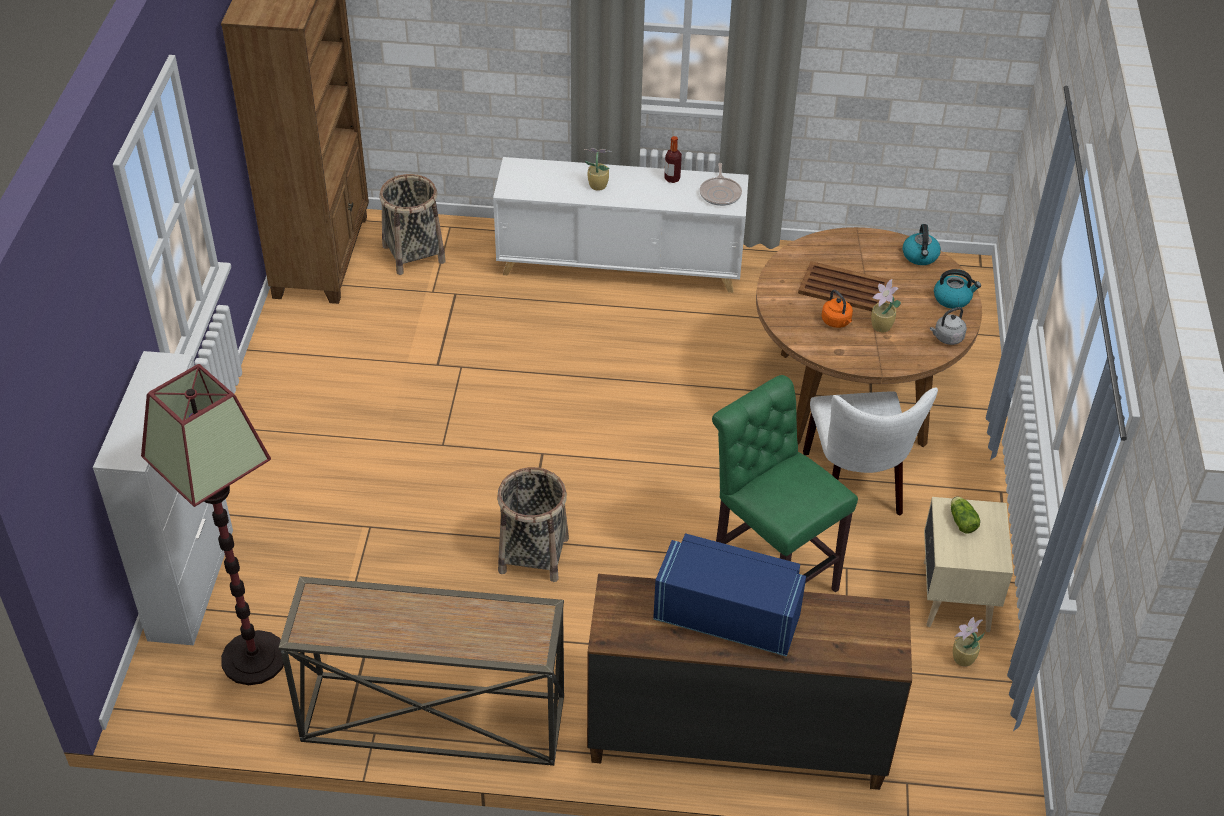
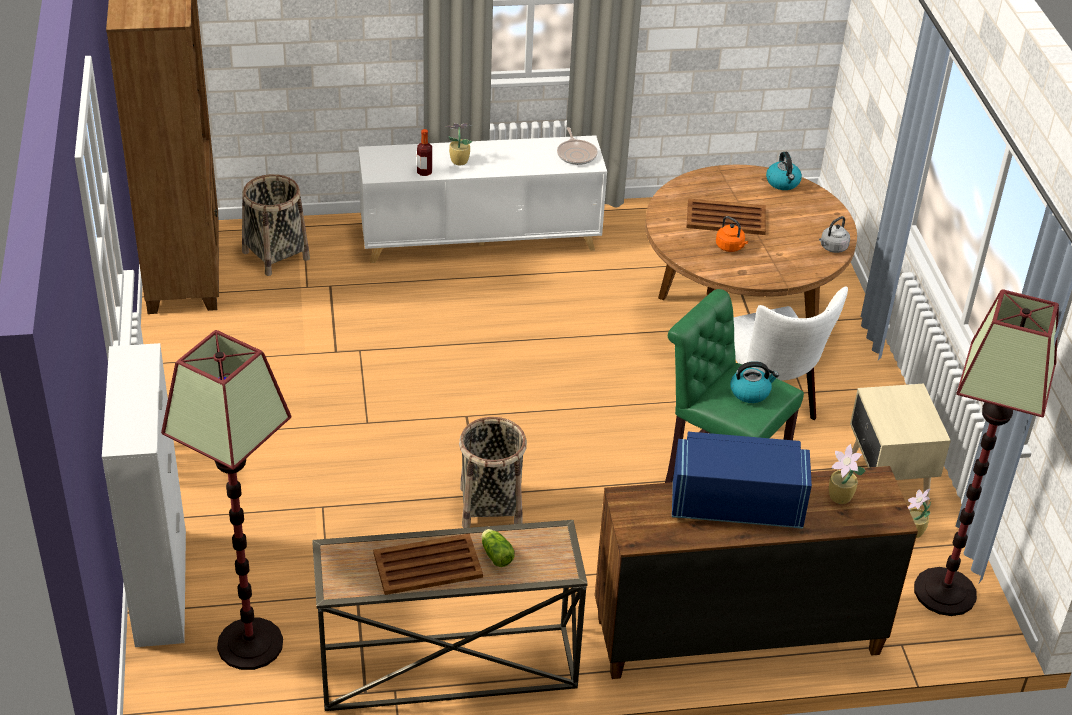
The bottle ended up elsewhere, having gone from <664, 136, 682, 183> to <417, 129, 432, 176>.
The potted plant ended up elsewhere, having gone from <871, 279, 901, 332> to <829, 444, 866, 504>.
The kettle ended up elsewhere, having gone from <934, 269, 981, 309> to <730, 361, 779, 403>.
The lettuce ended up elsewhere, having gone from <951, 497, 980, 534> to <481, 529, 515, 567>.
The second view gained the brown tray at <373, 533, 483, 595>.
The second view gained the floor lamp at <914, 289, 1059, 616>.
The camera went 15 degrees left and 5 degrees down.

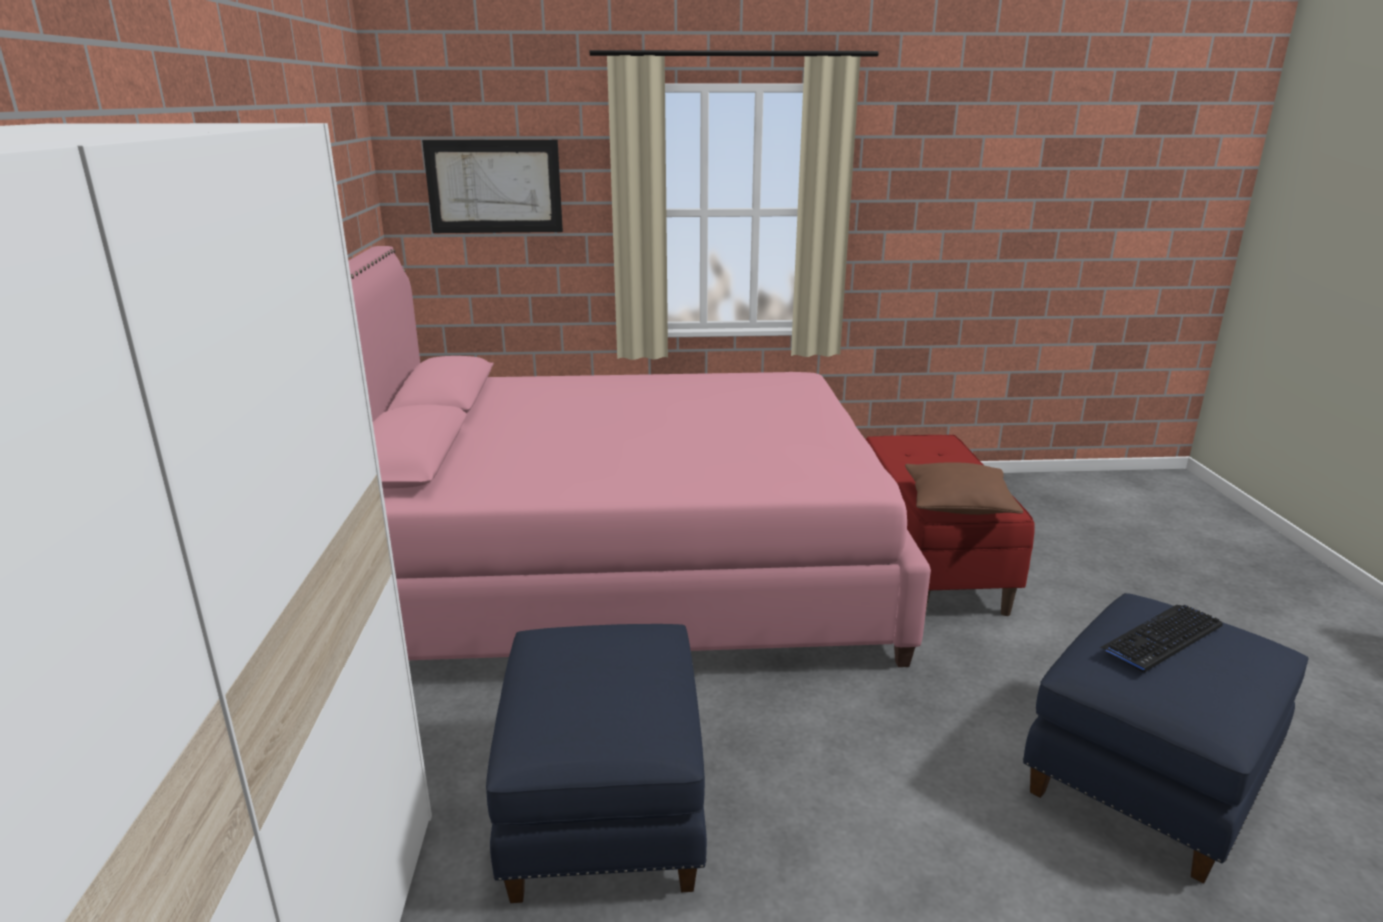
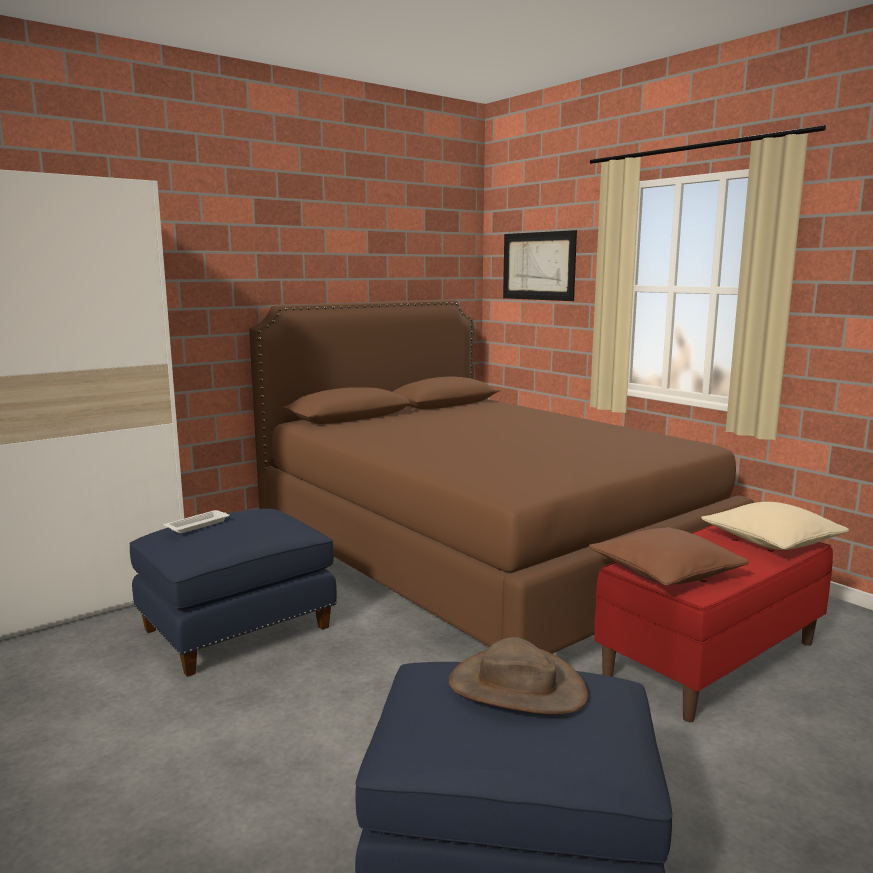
What was the pink bed at <348, 246, 931, 667> turned into the brown bed at <249, 300, 754, 654>.
Where the keyboard stood at <1100, 605, 1223, 673>, the brown hat came to stand at <449, 637, 588, 715>.
The second view gained the white tray at <164, 510, 229, 533>.
The second view gained the beige pillow at <701, 502, 849, 550>.
The camera went 55 degrees right and 10 degrees down.

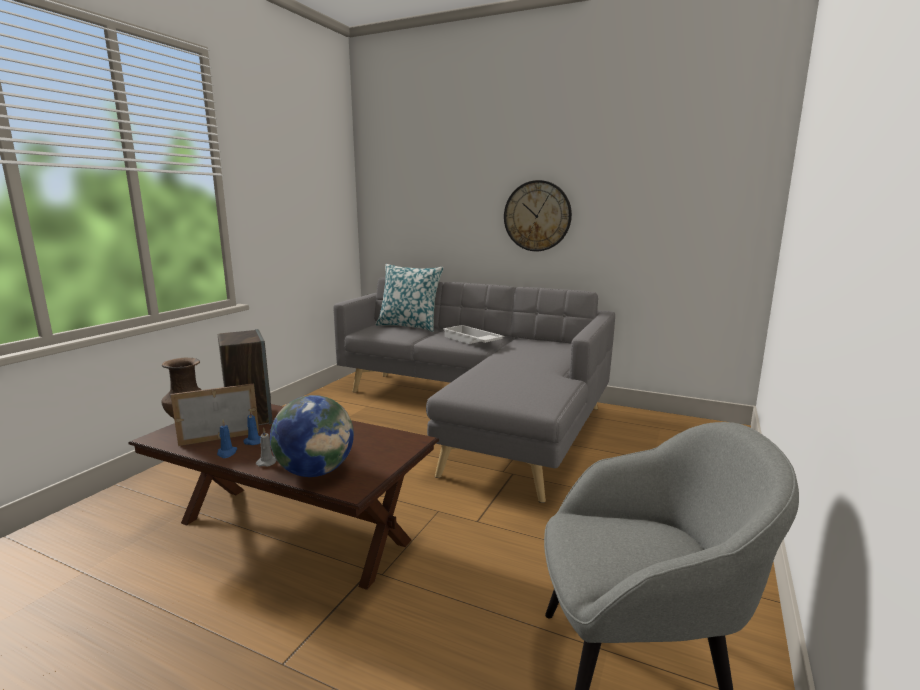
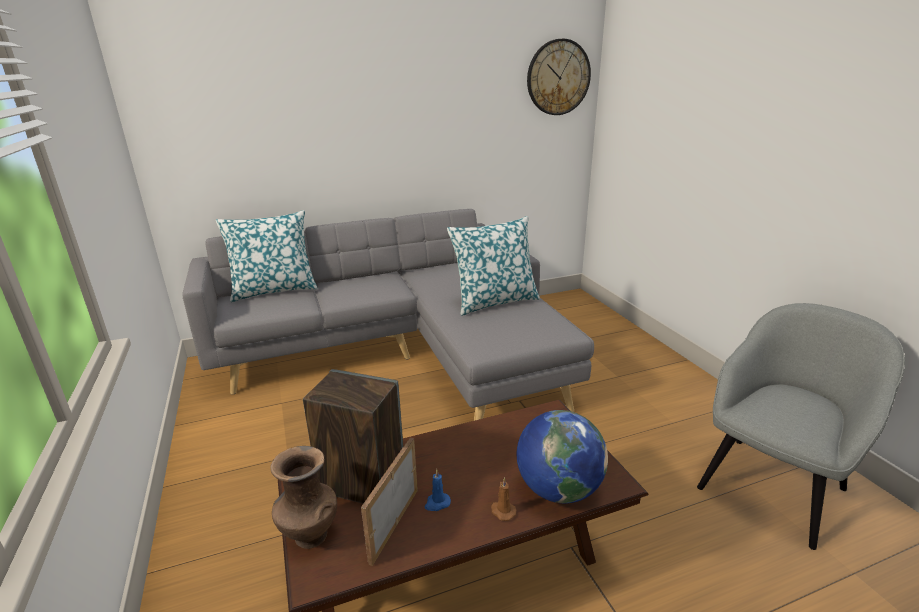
The second view lost the blue candle at <217, 420, 237, 458>.
What was the grey candle at <256, 428, 277, 467> turned into the brown candle at <491, 477, 516, 521>.
The second view lost the white tray at <443, 325, 505, 344>.
The wall clock ended up elsewhere, having gone from <504, 180, 572, 251> to <527, 39, 591, 115>.
The second view gained the pillow at <447, 216, 540, 316>.
The camera went 45 degrees left and 10 degrees up.

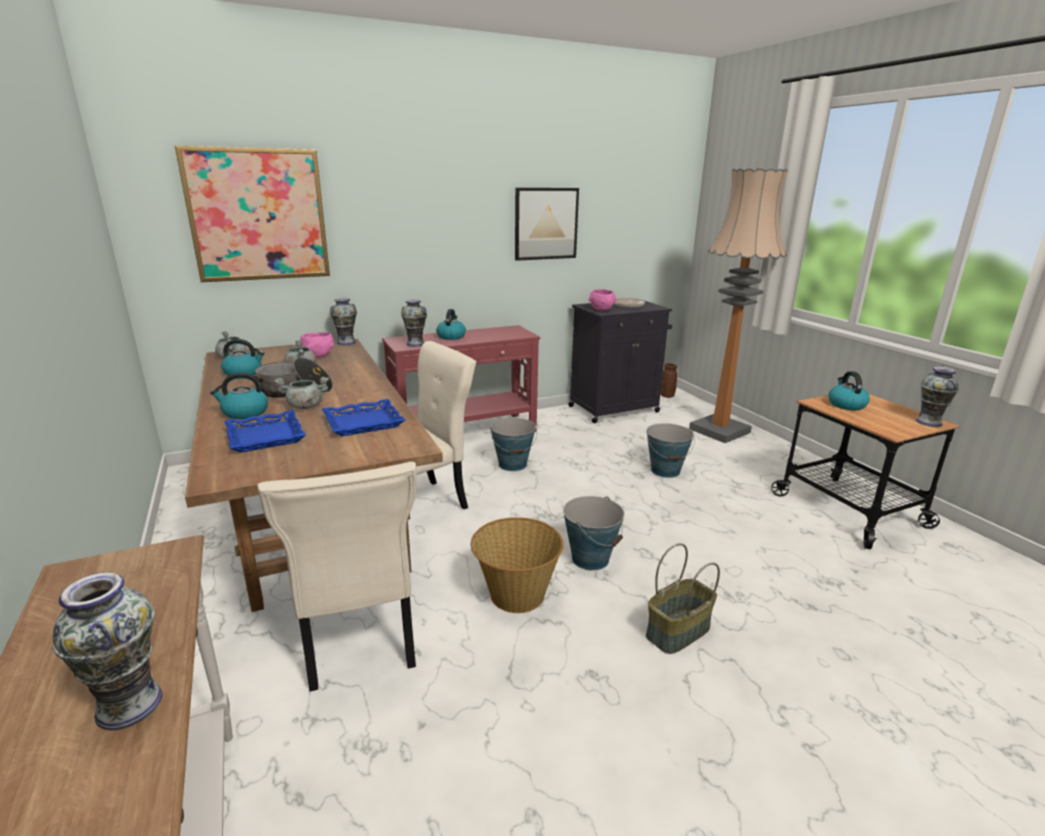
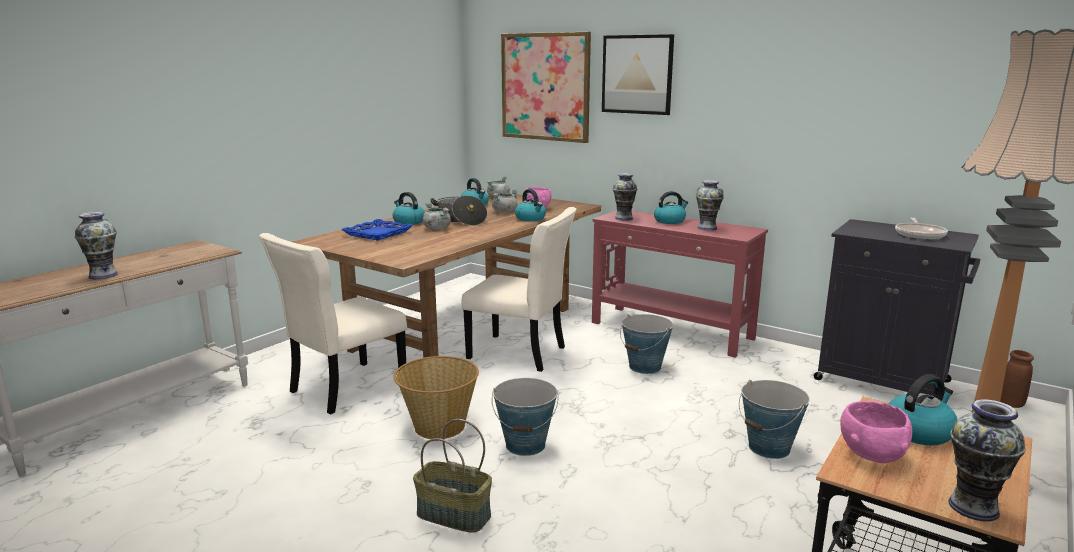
The second view lost the blue tray at <322, 399, 405, 436>.
The vase ended up elsewhere, having gone from <330, 298, 357, 345> to <696, 180, 724, 230>.
The picture ended up elsewhere, having gone from <515, 188, 579, 261> to <602, 34, 674, 115>.
The pink bowl ended up elsewhere, having gone from <589, 289, 617, 311> to <840, 401, 912, 463>.
The second view gained the kettle at <515, 189, 546, 221>.
The camera went 60 degrees right and 5 degrees down.

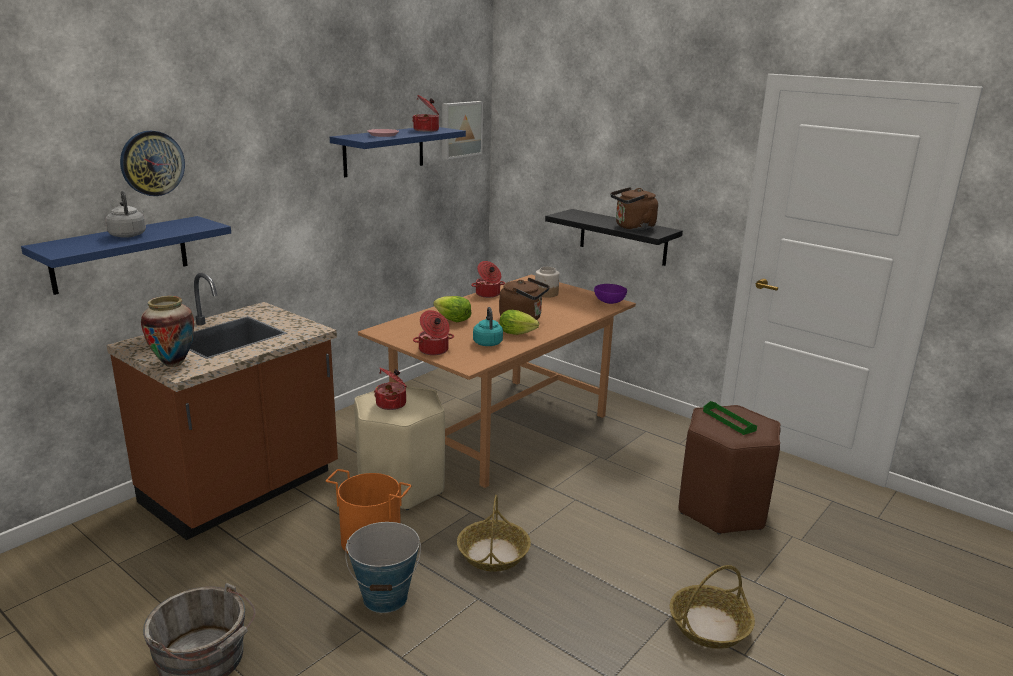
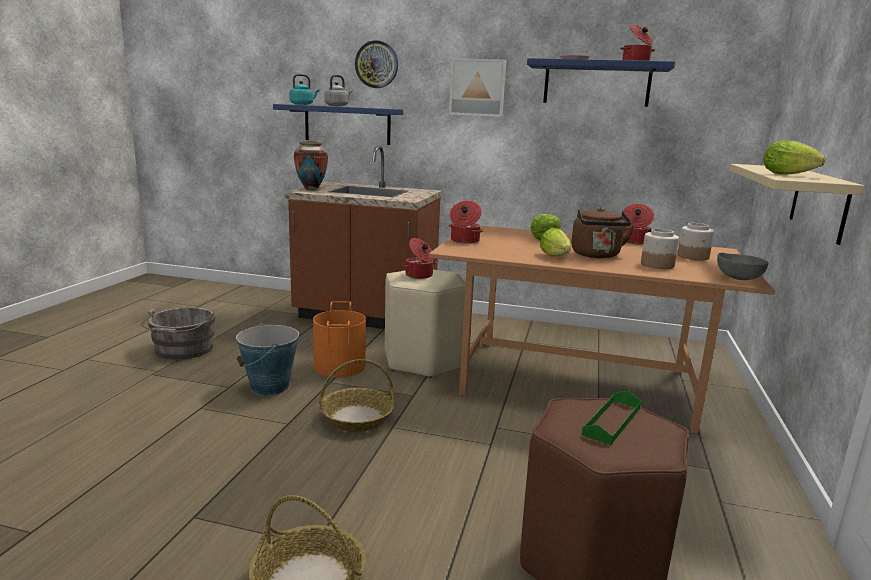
The picture ended up elsewhere, having gone from <442, 101, 483, 159> to <449, 58, 506, 117>.
The turquoise kettle ended up elsewhere, having gone from <473, 307, 503, 346> to <289, 74, 320, 105>.
What was the black shelf at <545, 209, 683, 266> turned into the beige shelf at <730, 164, 864, 245>.
What was the purple bowl at <594, 284, 627, 304> turned into the grey bowl at <717, 253, 768, 280>.
Where the brown kettle stood at <610, 187, 658, 231>, the lettuce came to stand at <763, 140, 826, 174>.
The second view gained the jar at <641, 229, 679, 269>.
The camera went 65 degrees right and 5 degrees down.

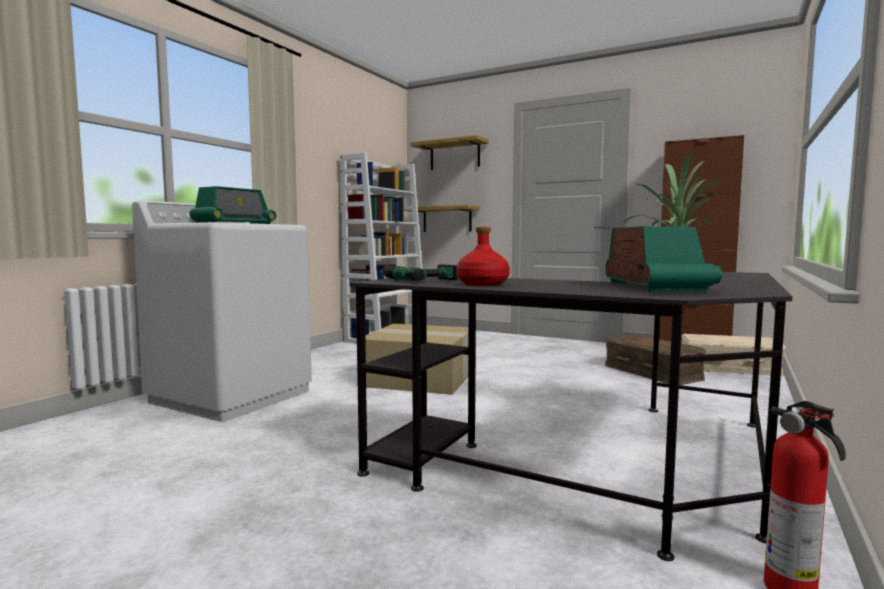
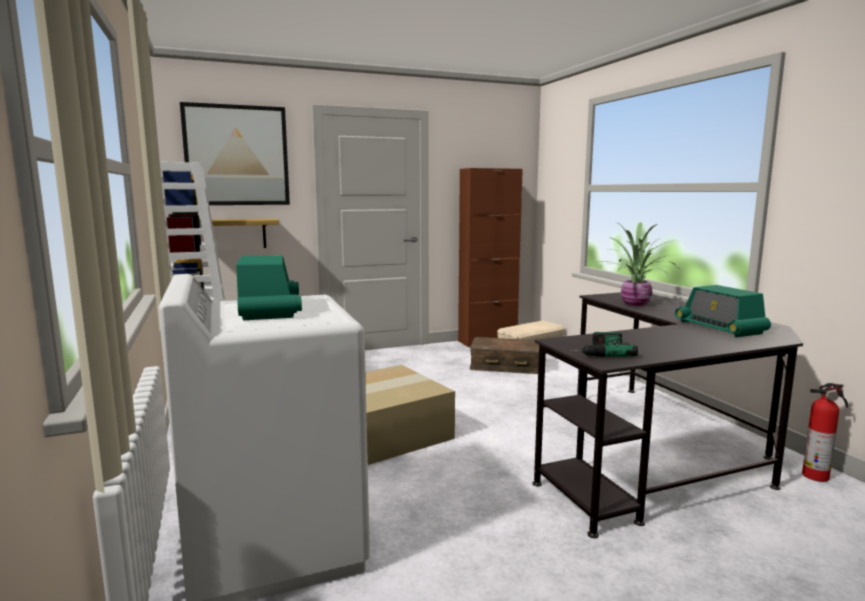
Where the shelf hung at <410, 135, 489, 170>, the picture came to hang at <180, 102, 290, 205>.
The second view lost the red bottle at <456, 227, 510, 286>.
The radio at <605, 226, 722, 292> ended up facing another way, 150 degrees counterclockwise from before.
The camera went 50 degrees left and 5 degrees up.

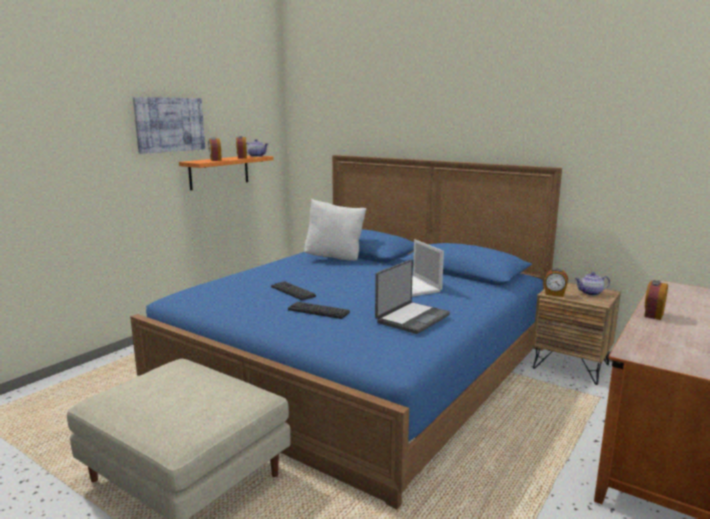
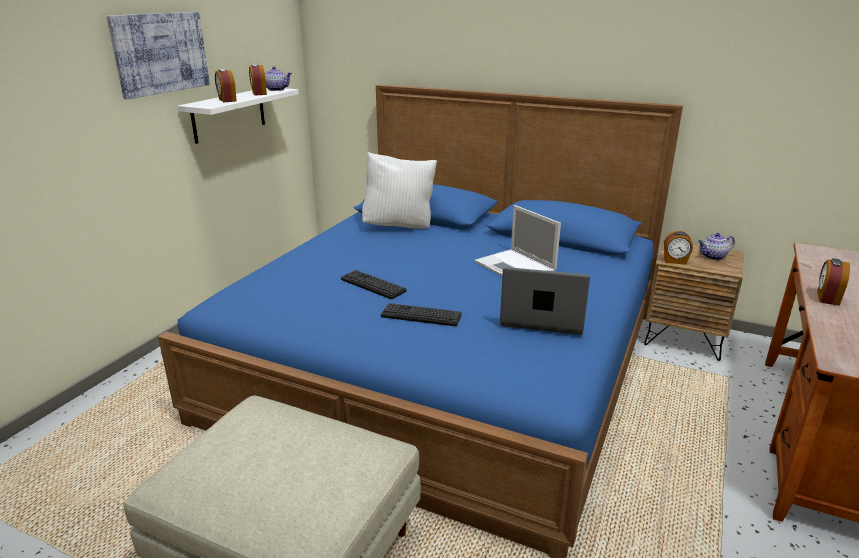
What was the orange shelf at <179, 155, 274, 190> turned into the white shelf at <177, 88, 299, 144>.
The laptop at <375, 259, 450, 334> ended up facing another way, 105 degrees counterclockwise from before.
The camera went 10 degrees left and 10 degrees up.

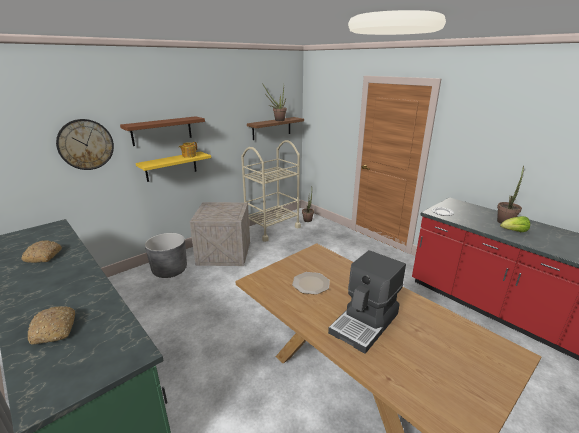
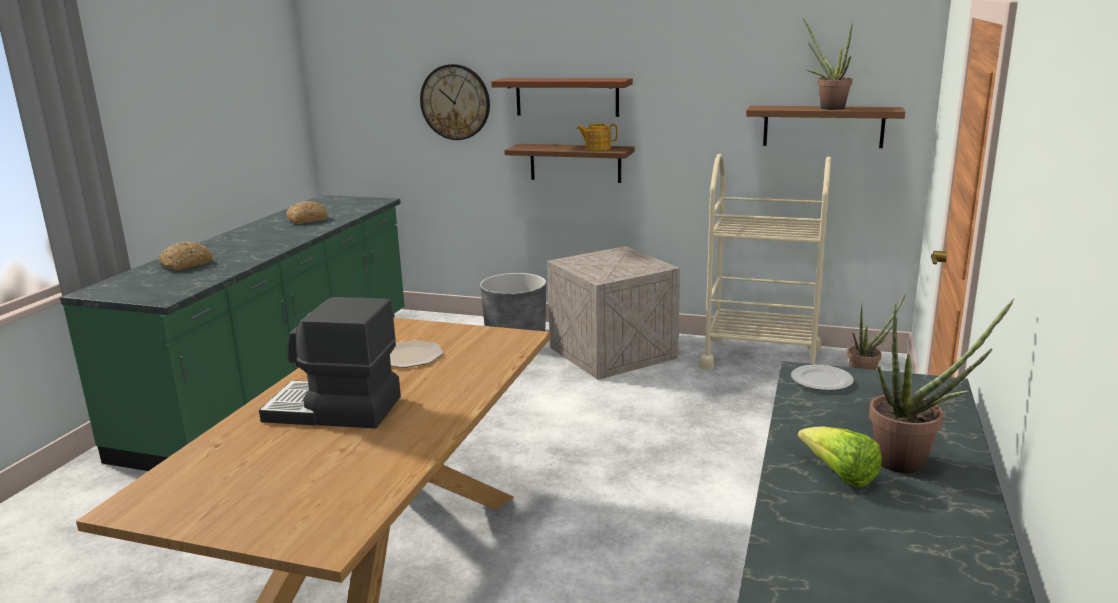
What was the yellow shelf at <136, 152, 211, 182> turned into the brown shelf at <504, 144, 635, 183>.
The camera went 60 degrees right and 5 degrees down.

